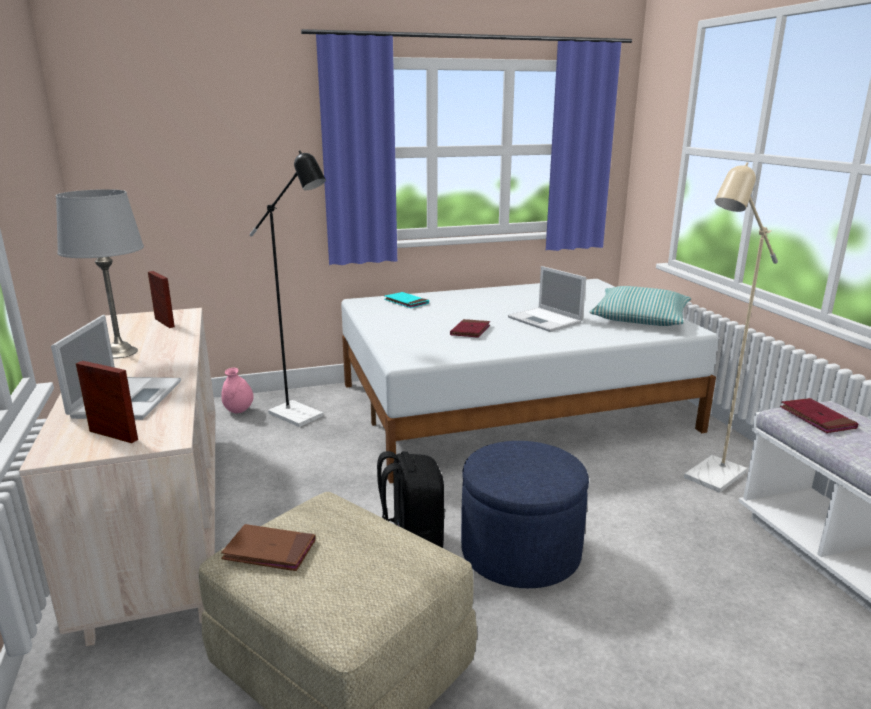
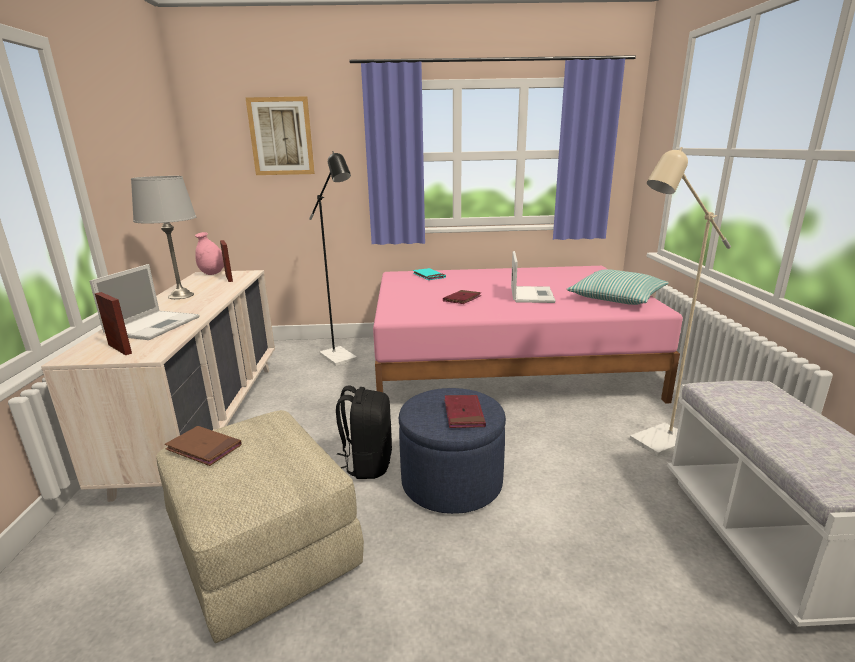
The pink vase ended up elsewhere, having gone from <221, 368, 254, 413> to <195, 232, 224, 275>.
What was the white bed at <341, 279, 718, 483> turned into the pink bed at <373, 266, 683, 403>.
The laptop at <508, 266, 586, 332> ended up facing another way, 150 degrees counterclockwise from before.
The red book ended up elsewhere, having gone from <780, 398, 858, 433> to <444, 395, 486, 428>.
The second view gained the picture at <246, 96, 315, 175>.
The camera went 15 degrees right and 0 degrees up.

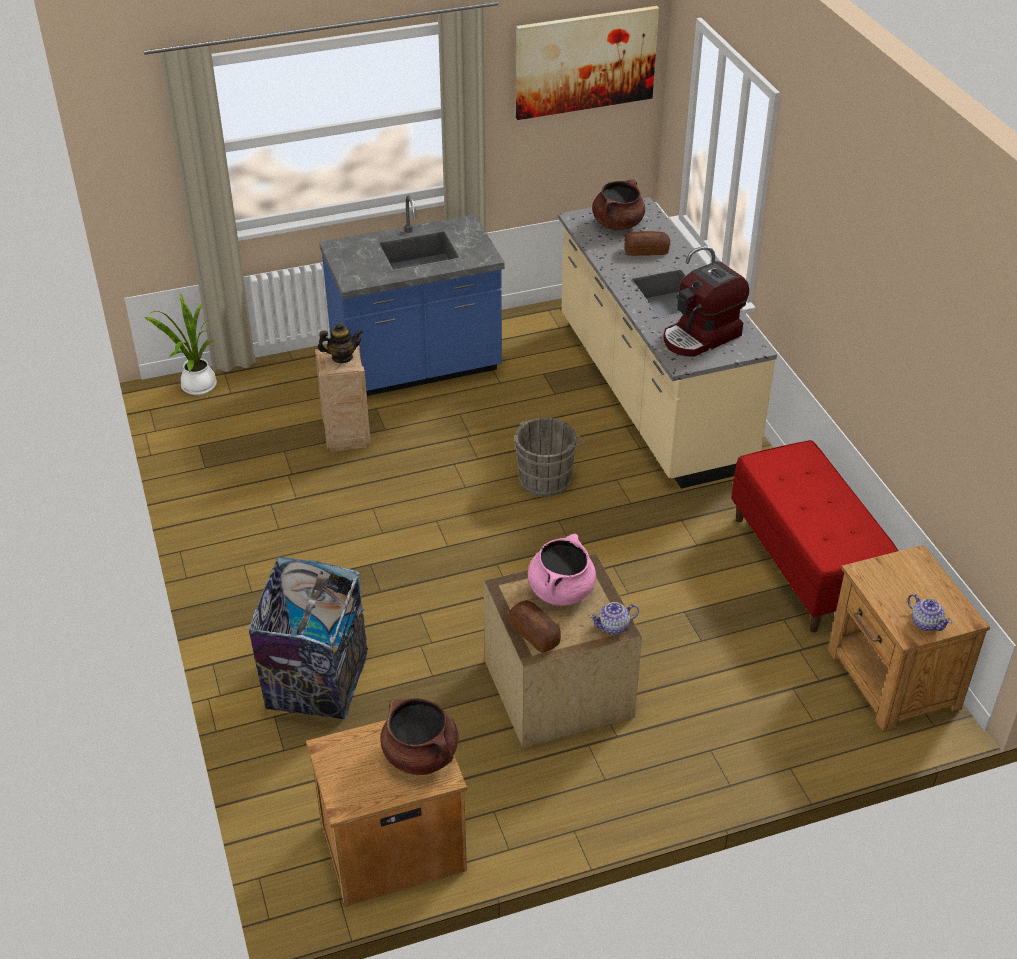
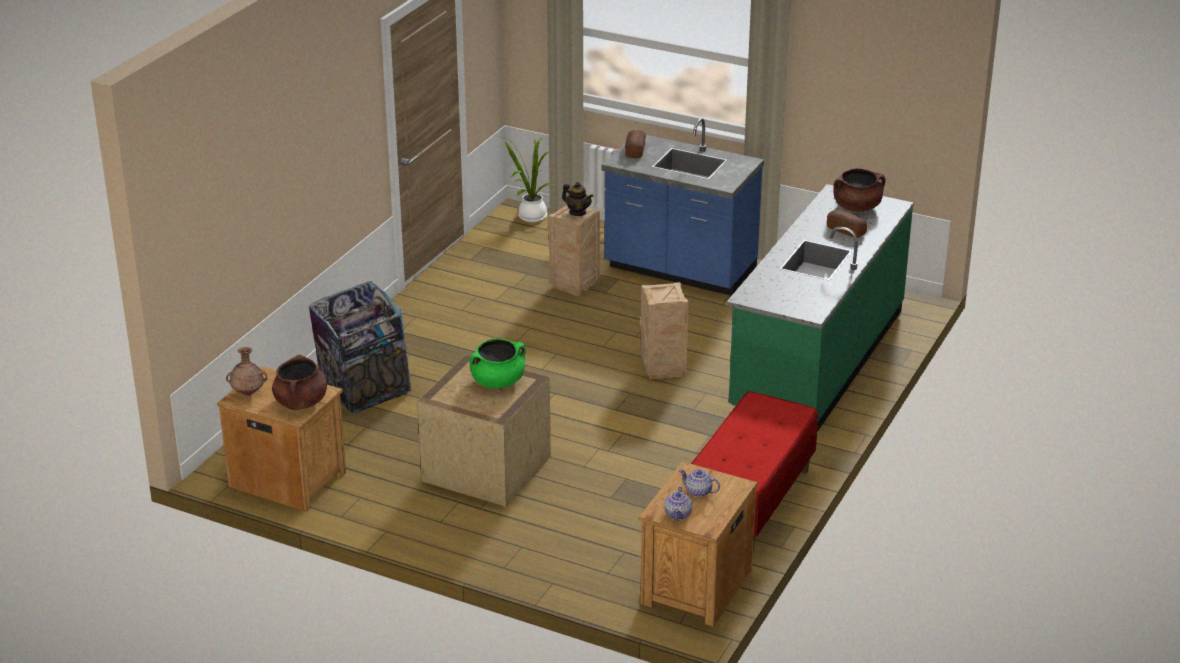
The bread ended up elsewhere, having gone from <509, 600, 561, 653> to <625, 130, 646, 158>.
Where the grey bucket stood at <514, 418, 585, 497>, the crate came to stand at <640, 282, 688, 379>.
The second view lost the picture at <516, 6, 659, 120>.
What was the pink cooking pot at <528, 534, 596, 606> turned into the green cooking pot at <469, 339, 526, 388>.
What was the beige counter at <558, 197, 777, 489> turned into the green counter at <727, 184, 914, 432>.
The teapot ended up elsewhere, having gone from <589, 602, 639, 635> to <679, 469, 720, 497>.
The second view lost the coffee machine at <664, 261, 749, 357>.
The second view gained the brown vase at <226, 347, 267, 395>.
The camera went 45 degrees right and 10 degrees down.

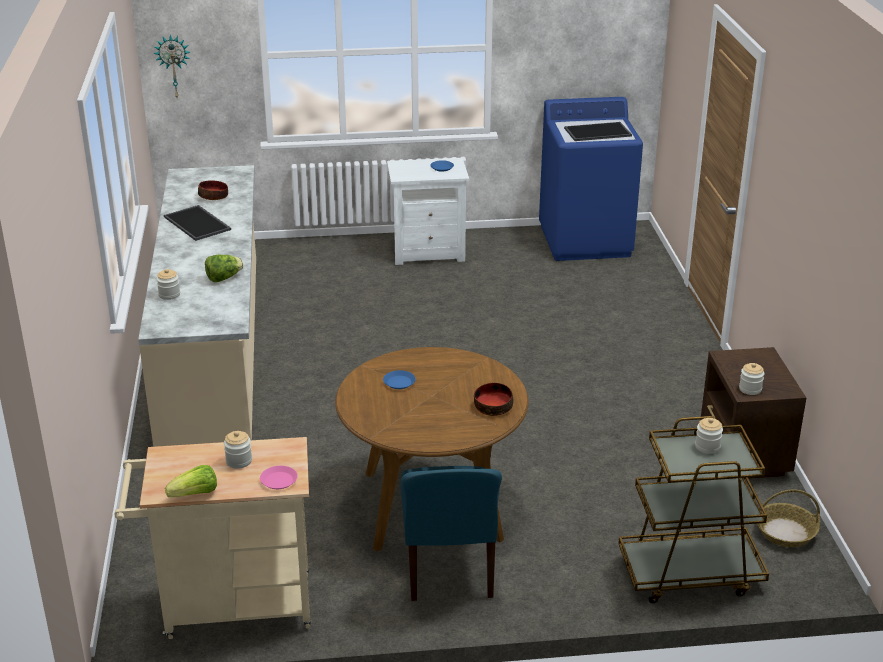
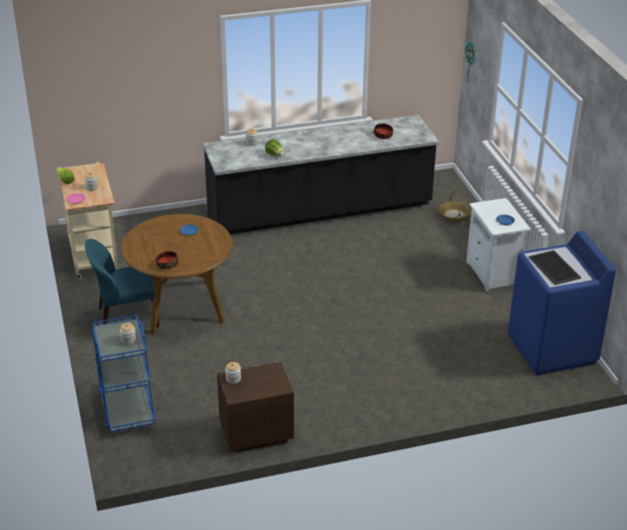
What was the beige counter at <138, 165, 256, 447> turned into the black counter at <203, 115, 439, 234>.
The second view lost the tray at <164, 205, 231, 241>.
What was the brown cart at <618, 416, 769, 603> turned into the blue cart at <92, 315, 156, 432>.
The basket ended up elsewhere, having gone from <757, 489, 820, 547> to <439, 191, 470, 222>.
The camera went 80 degrees right and 5 degrees up.

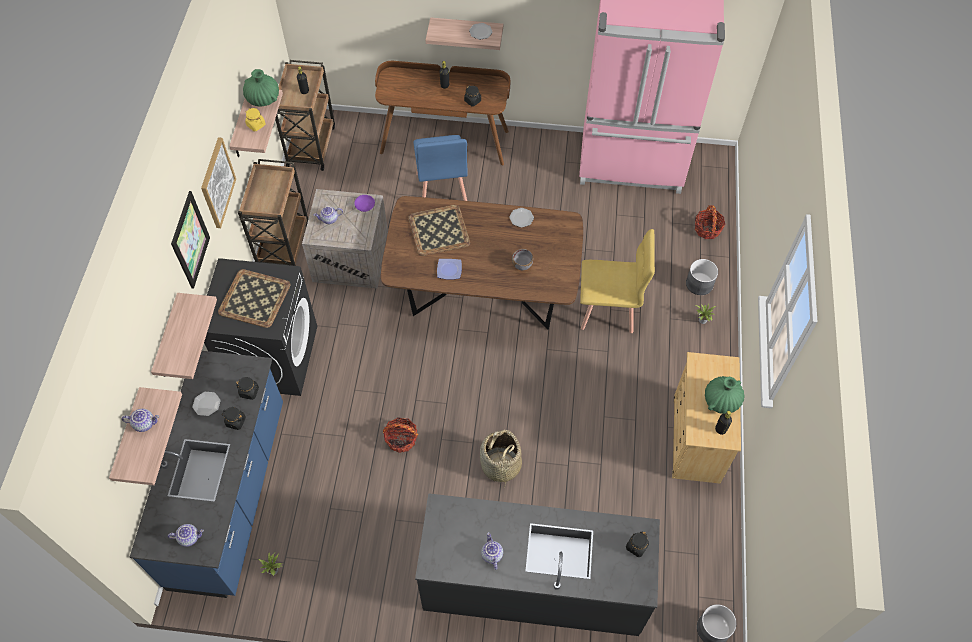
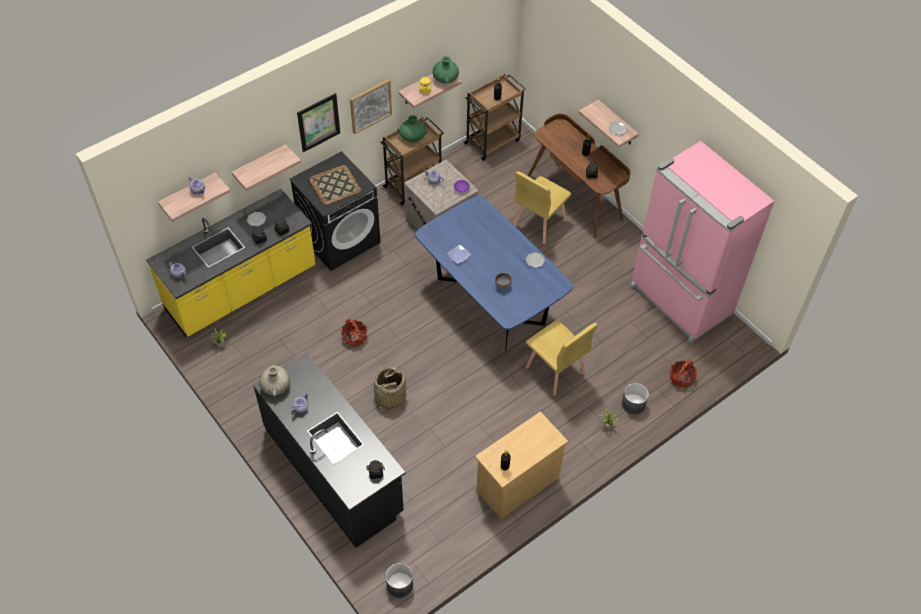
What was the blue counter at <130, 351, 283, 598> turned into the yellow counter at <146, 189, 316, 337>.
What was the brown dining table at <381, 196, 583, 330> turned into the blue dining table at <415, 196, 573, 351>.
The second view lost the tray at <408, 205, 470, 256>.
What was the blue chair at <414, 135, 468, 201> turned into the yellow chair at <514, 171, 571, 244>.
The green vase ended up elsewhere, having gone from <705, 376, 745, 414> to <397, 115, 428, 142>.
The second view gained the beige vase at <259, 364, 290, 397>.
The camera went 45 degrees right and 5 degrees down.

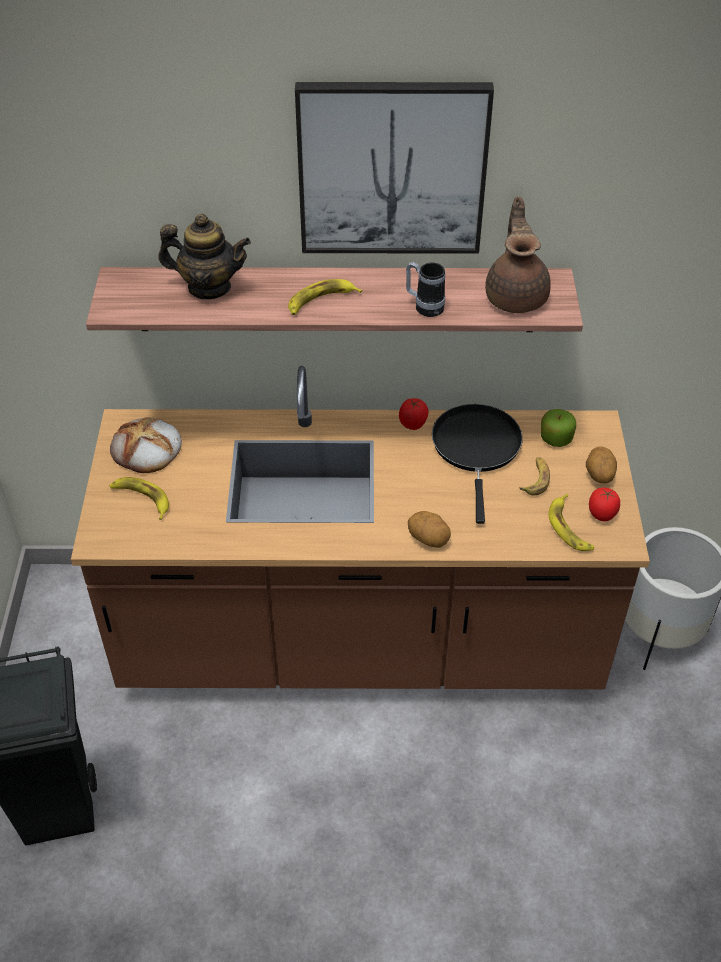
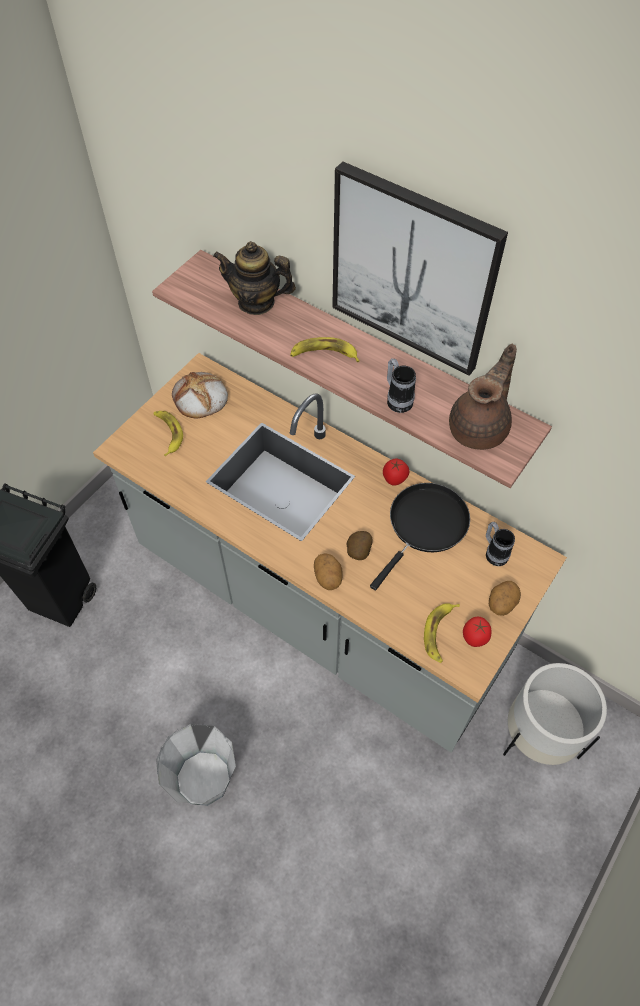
What was the brown counter at <71, 366, 650, 689> turned into the grey counter at <93, 353, 567, 753>.
The teapot at <158, 214, 251, 299> ended up facing another way, 150 degrees clockwise from before.
The second view lost the banana at <519, 457, 550, 496>.
Where the apple stood at <541, 409, 576, 447>, the mug came to stand at <486, 522, 515, 566>.
The second view gained the grey bucket at <156, 724, 236, 806>.
The second view gained the potato at <347, 531, 373, 560>.
The camera went 35 degrees right and 10 degrees up.

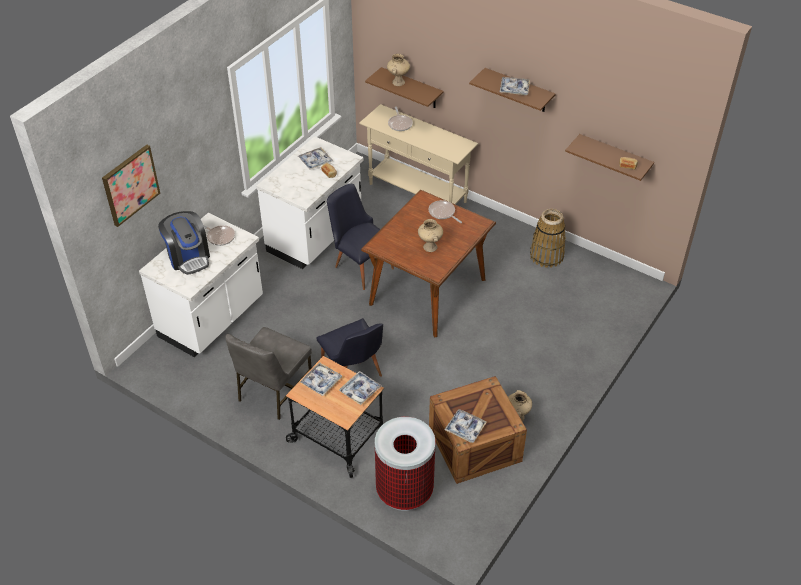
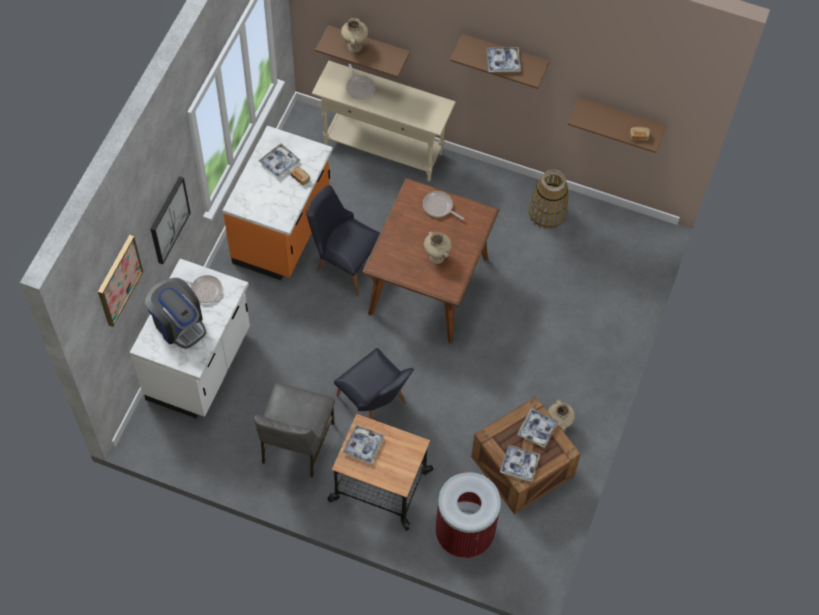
What was the white counter at <257, 136, 364, 269> turned into the orange counter at <222, 126, 333, 280>.
The tray ended up elsewhere, having gone from <339, 371, 382, 405> to <518, 408, 559, 448>.
The second view gained the picture at <150, 176, 191, 264>.
The camera went 15 degrees left and 15 degrees up.

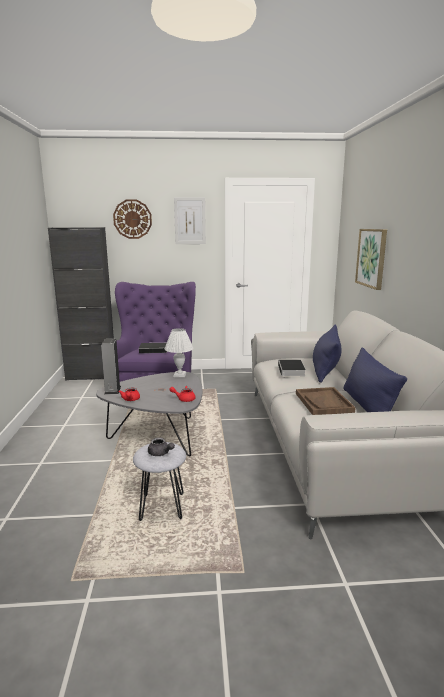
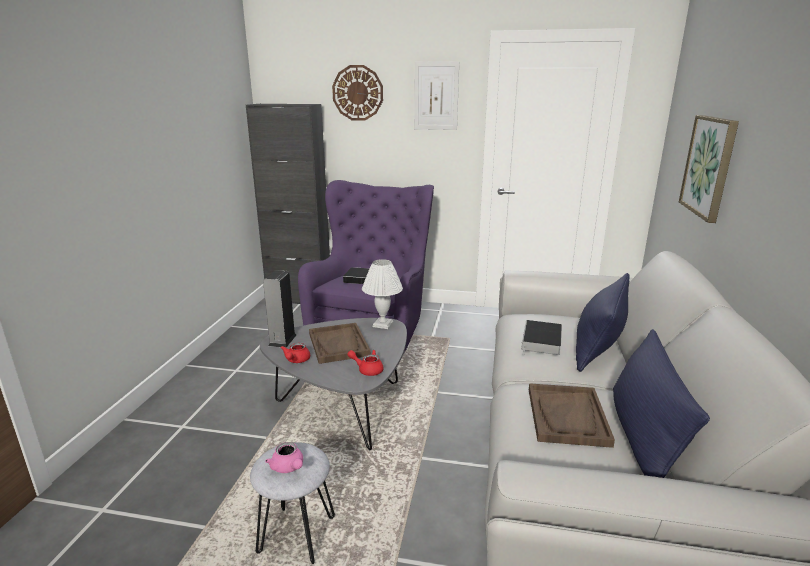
What was the grey teapot at <148, 437, 175, 456> turned into the pink teapot at <265, 442, 303, 473>.
The second view gained the brown tray at <309, 323, 371, 364>.
The camera went 15 degrees right and 5 degrees up.

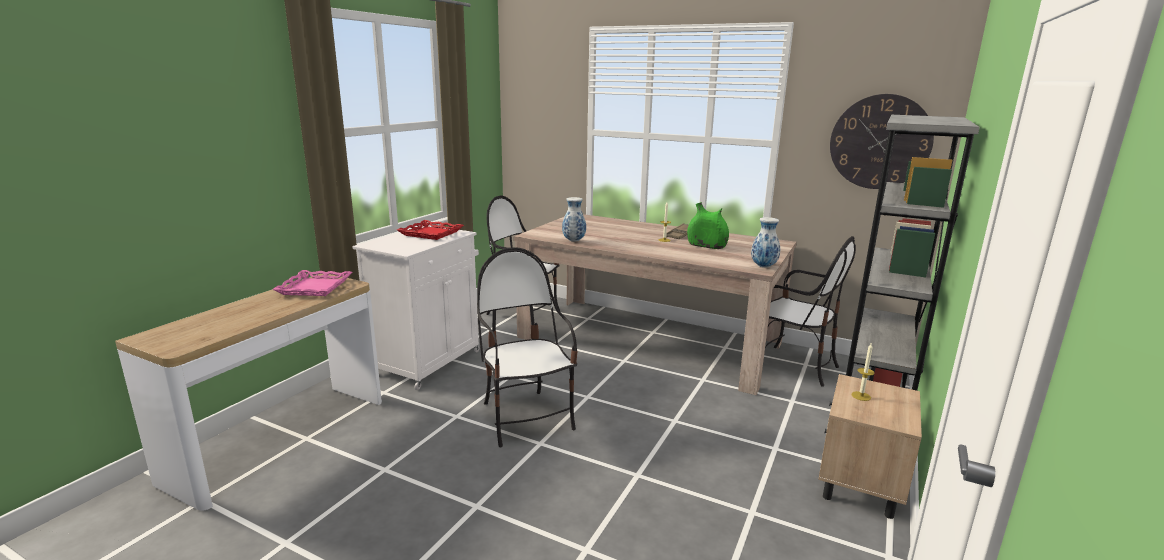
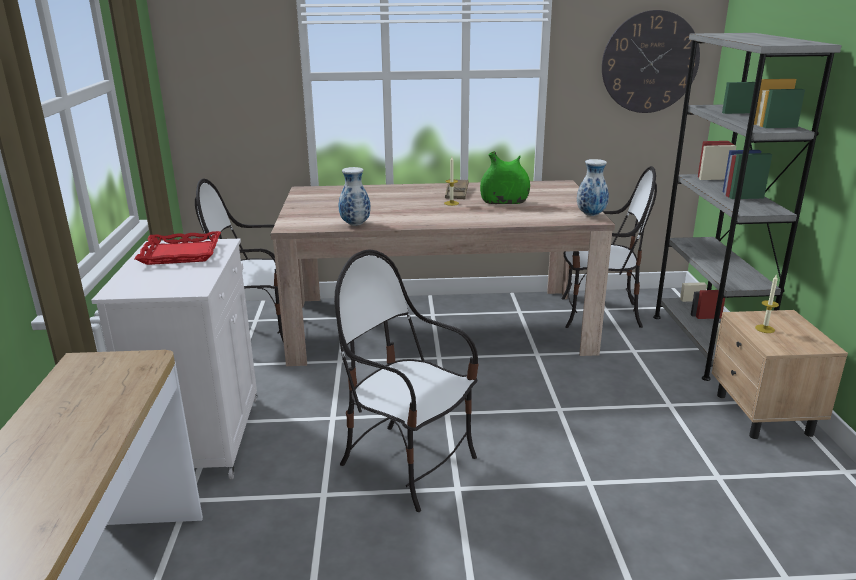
The second view lost the pink tray at <272, 270, 352, 296>.
The camera went 30 degrees left and 5 degrees up.

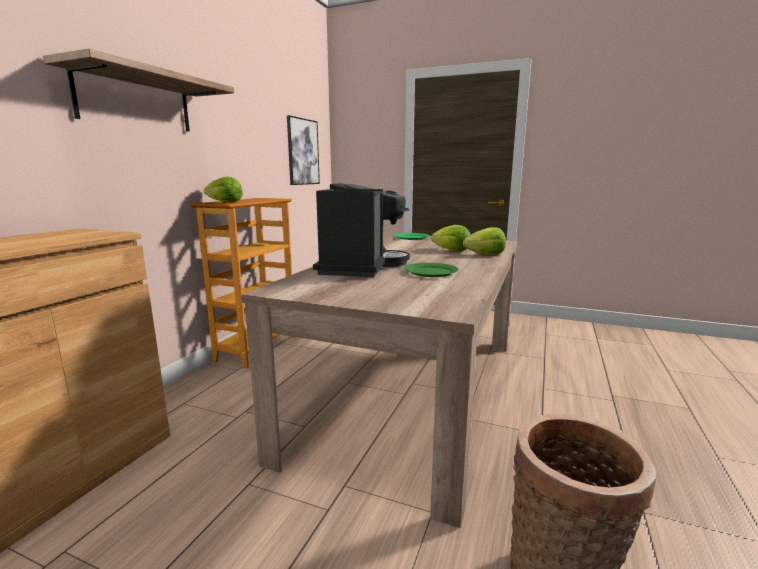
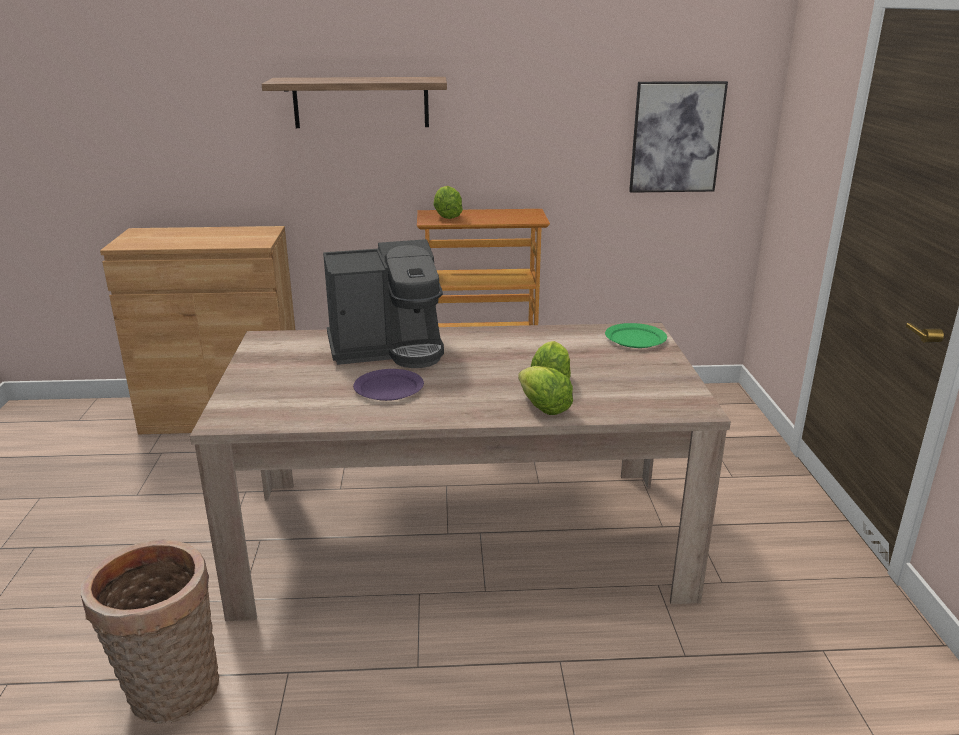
What was the green plate at <404, 263, 459, 277> turned into the purple plate at <353, 369, 424, 401>.
The camera went 65 degrees right and 10 degrees up.

